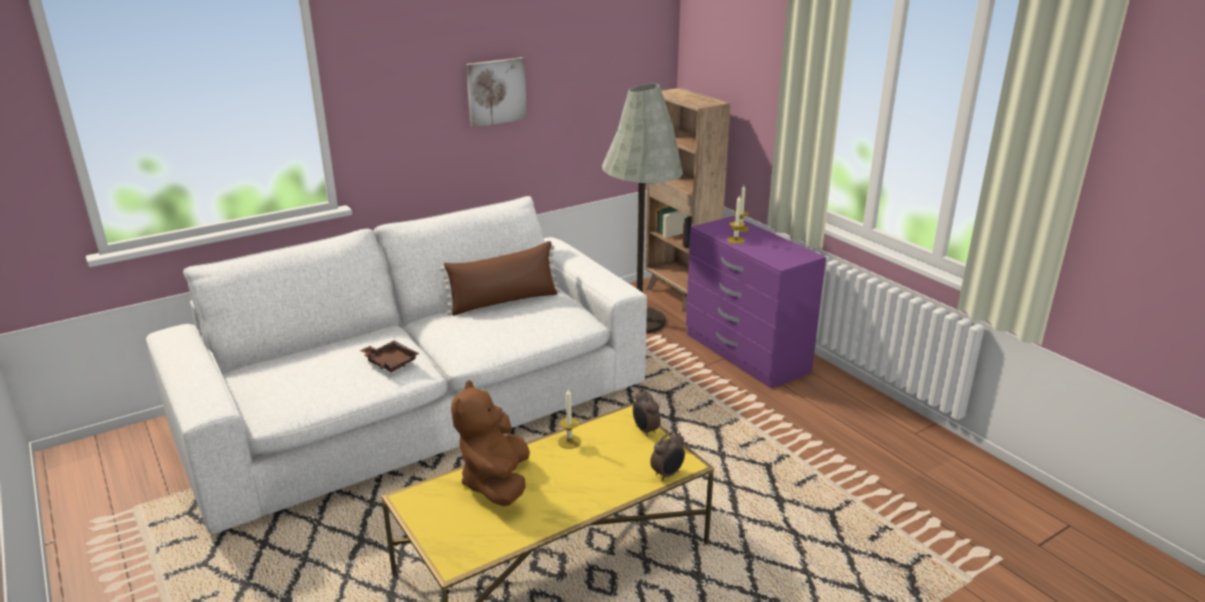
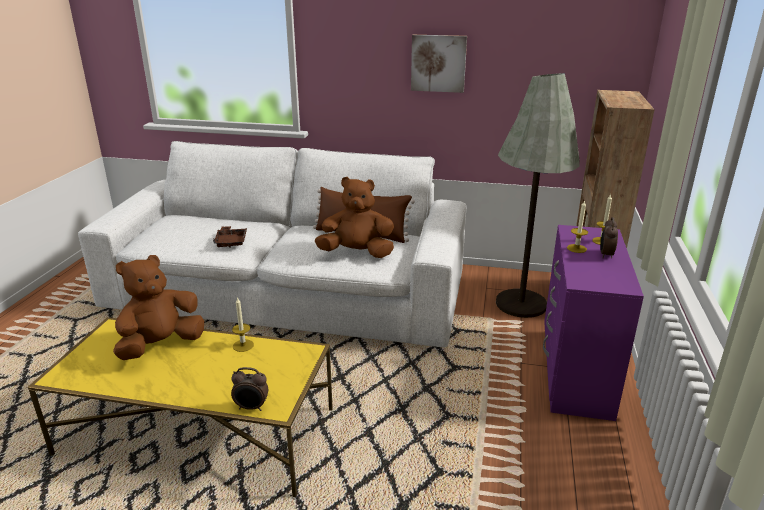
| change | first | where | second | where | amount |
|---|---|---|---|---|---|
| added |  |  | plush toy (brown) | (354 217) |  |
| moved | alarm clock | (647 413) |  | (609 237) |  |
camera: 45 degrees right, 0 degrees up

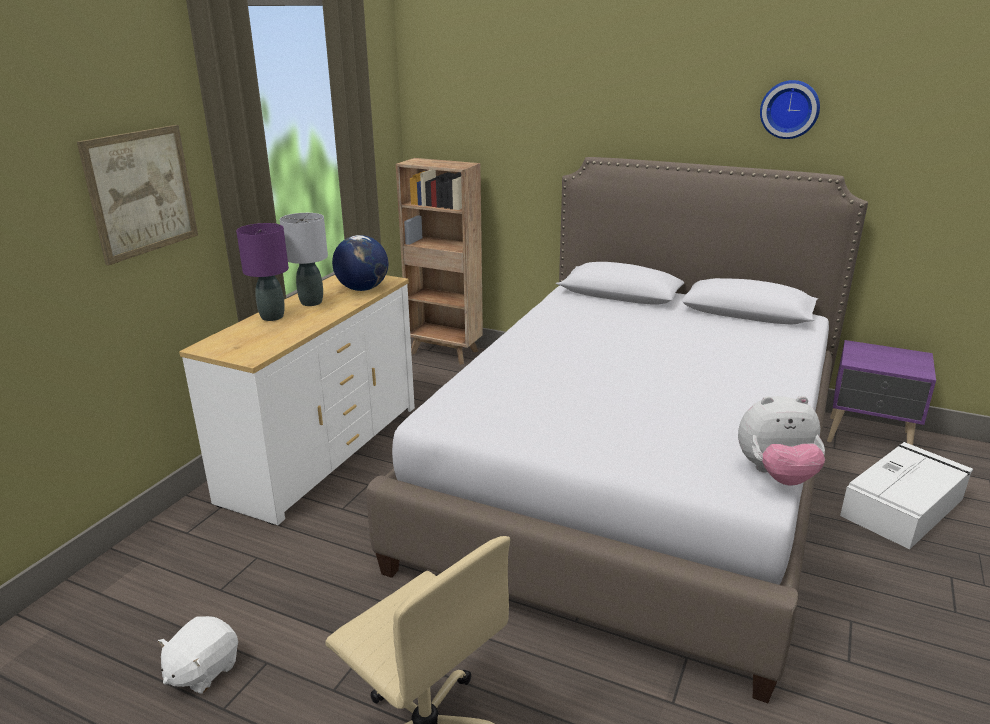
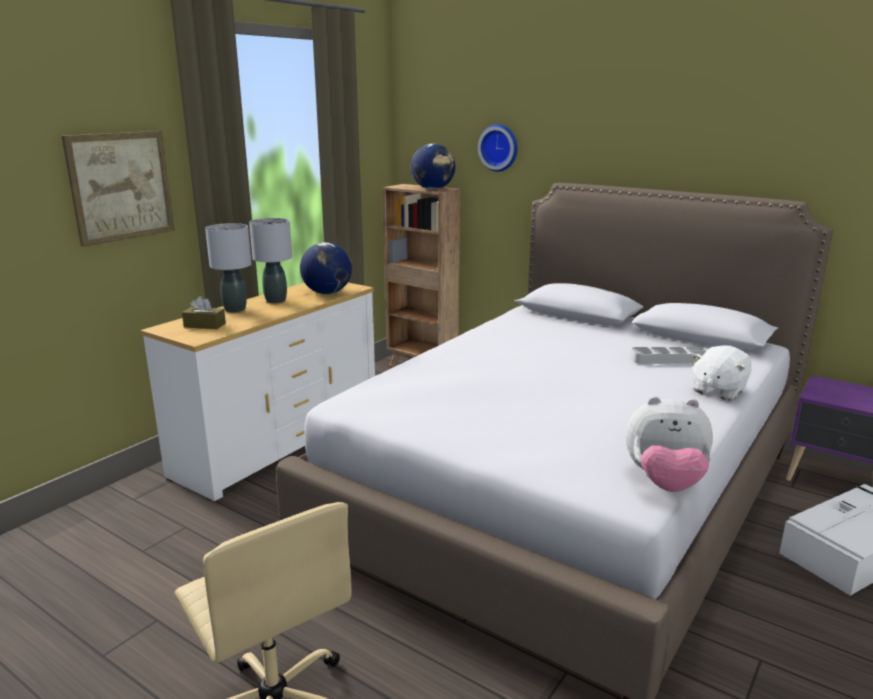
| change | first | where | second | where | amount |
|---|---|---|---|---|---|
| added |  |  | tissue box (brown) | (204 312) |  |
| added |  |  | globe | (433 167) |  |
| added |  |  | tray (grey) | (669 355) |  |
| moved | plush toy (white) | (198 655) |  | (722 373) |  |
| moved | wall clock | (790 109) |  | (498 148) |  |
| recoloured | table lamp (purple) | (262 272) | table lamp (grey) | (228 267) |  |
camera: 10 degrees right, 5 degrees down

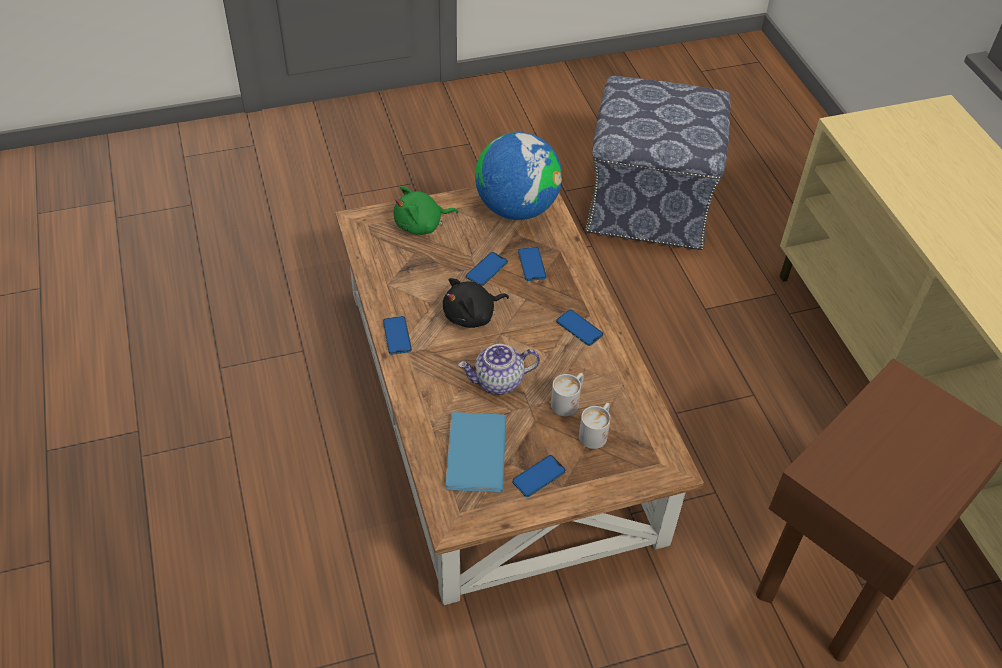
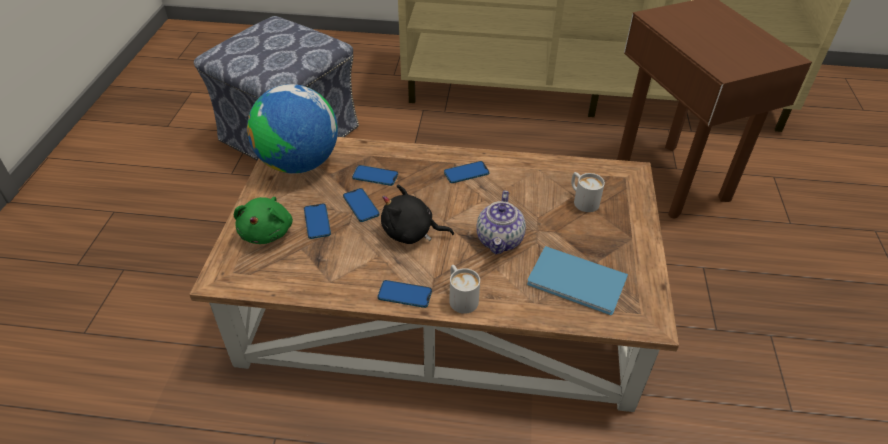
| change | first | where | second | where | amount |
|---|---|---|---|---|---|
| moved | phone | (539 476) |  | (317 221) |  |
| moved | mug (white) | (567 394) |  | (465 289) |  |
| turned | plush toy (black) | (476 303) |  | (417 214) | 105 degrees clockwise |
camera: 65 degrees left, 5 degrees down

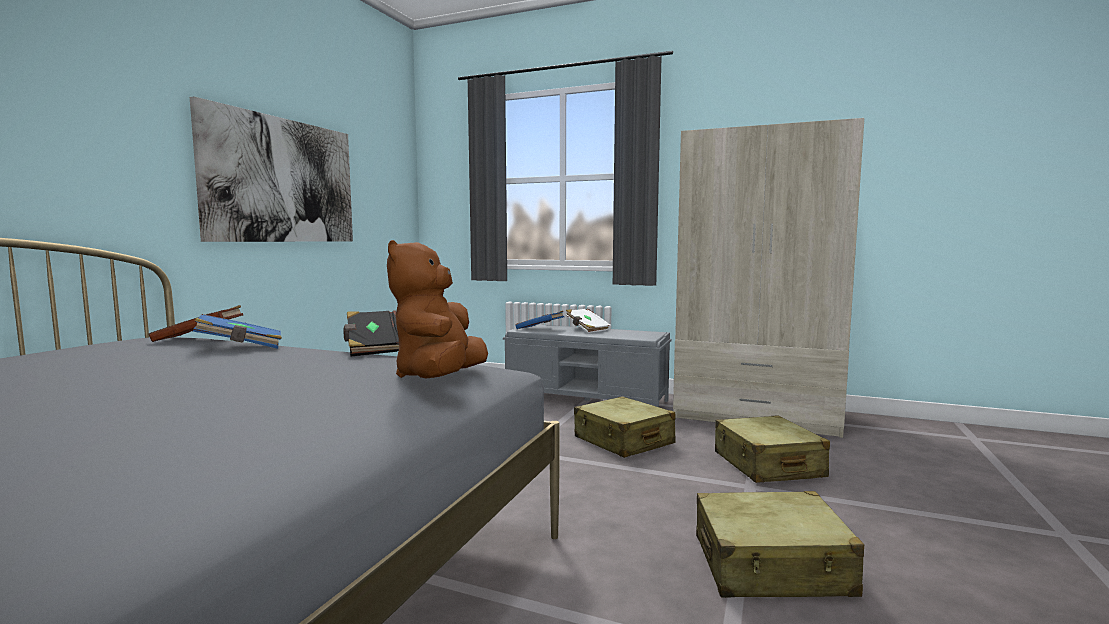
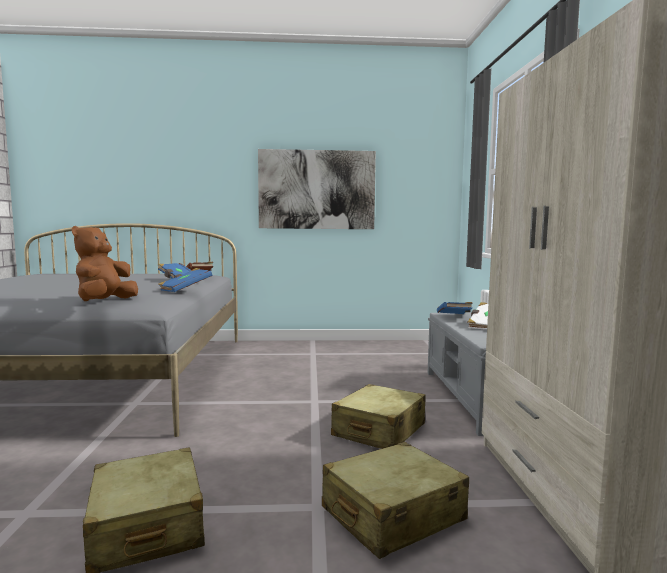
| change | first | where | second | where | amount |
|---|---|---|---|---|---|
| recoloured | book (black) | (371 333) | book (blue) | (185 280) |  |
| turned | plush toy (brown) | (437 309) |  | (105 263) | 60 degrees counterclockwise |
camera: 65 degrees right, 0 degrees up

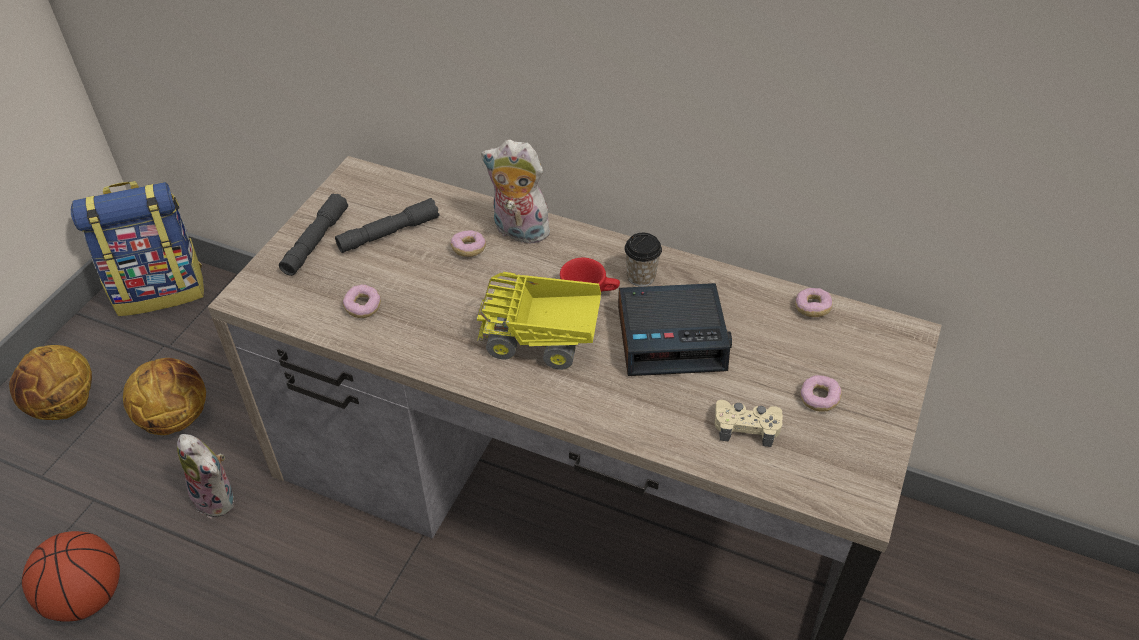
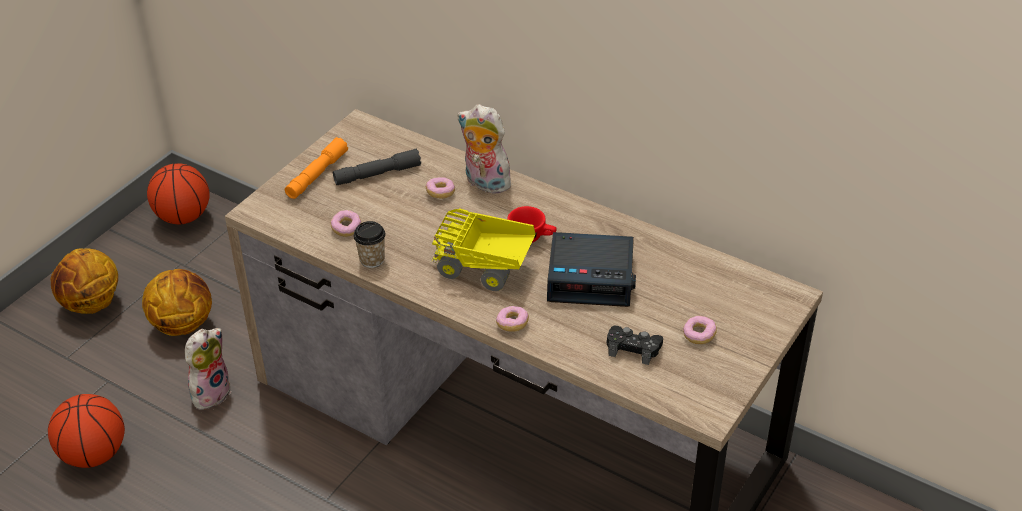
| change | first | where | second | where | amount |
|---|---|---|---|---|---|
| moved | cup | (643 260) |  | (369 244) |  |
| moved | donut | (814 302) |  | (512 319) |  |
| replaced | backpack | (137 248) | basketball | (178 193) |  |
| recoloured | flashlight (grey) | (313 234) | flashlight (orange) | (316 168) |  |
| recoloured | game controller (beige) | (749 423) | game controller (black) | (635 345) |  |
| turned | plush toy | (205 476) |  | (208 369) | 105 degrees counterclockwise |
camera: 10 degrees right, 5 degrees down

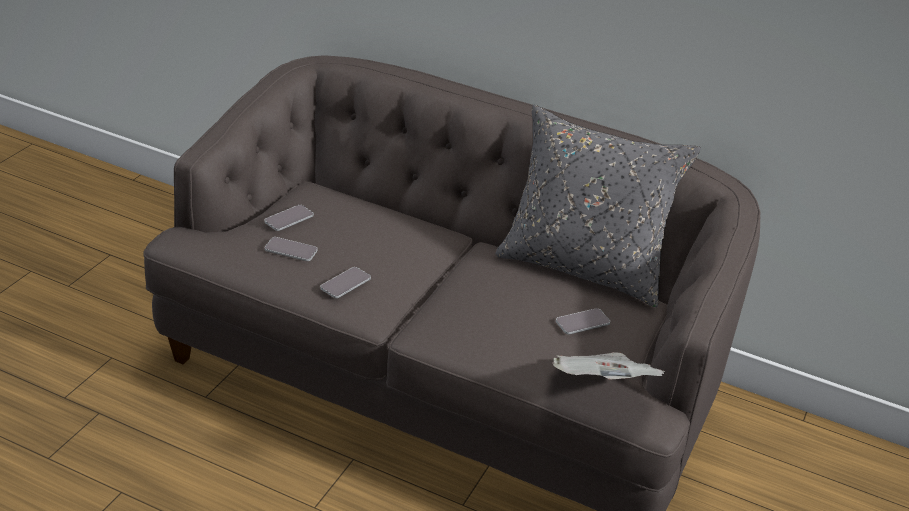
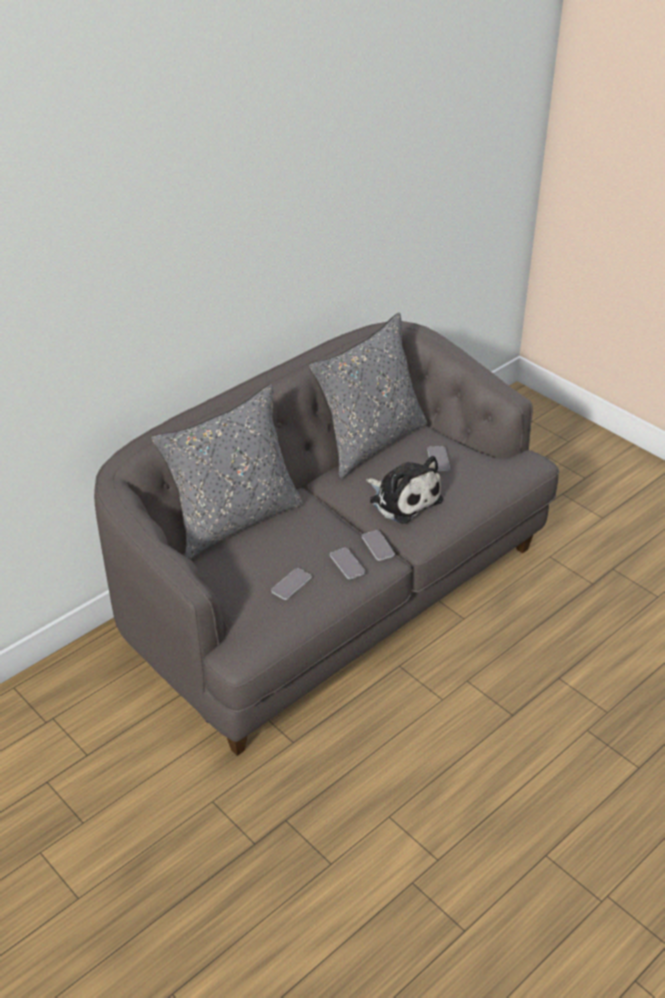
| change | first | where | second | where | amount |
|---|---|---|---|---|---|
| removed | newspaper | (609 365) |  |  |  |
| added |  |  | pillow (grey) | (227 471) |  |
| added |  |  | plush toy | (404 490) |  |
| moved | phone | (289 218) |  | (378 545) |  |
camera: 65 degrees left, 5 degrees up

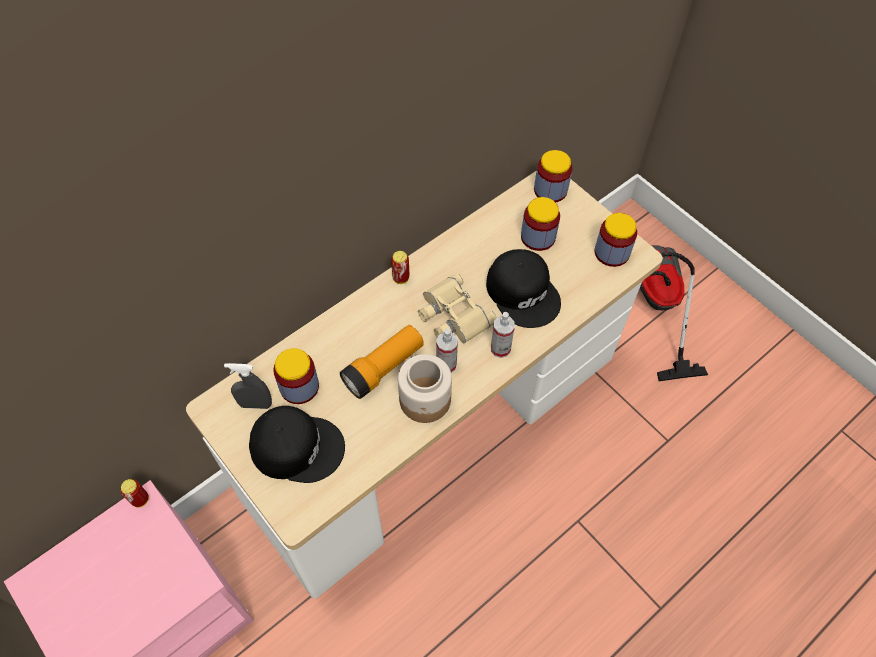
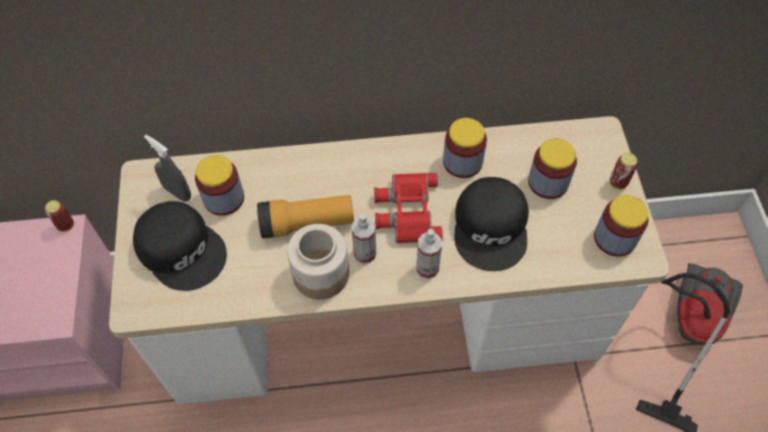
| change | first | where | second | where | amount |
|---|---|---|---|---|---|
| moved | can | (400 267) |  | (623 171) |  |
| moved | jar | (553 176) |  | (465 148) |  |
| recoloured | binoculars (beige) | (457 308) | binoculars (red) | (408 208) |  |
camera: 35 degrees right, 0 degrees up

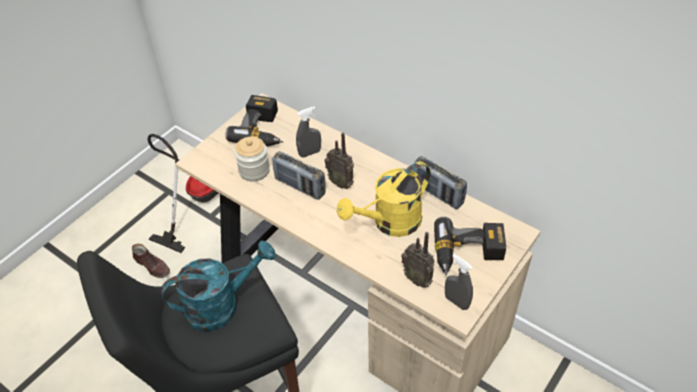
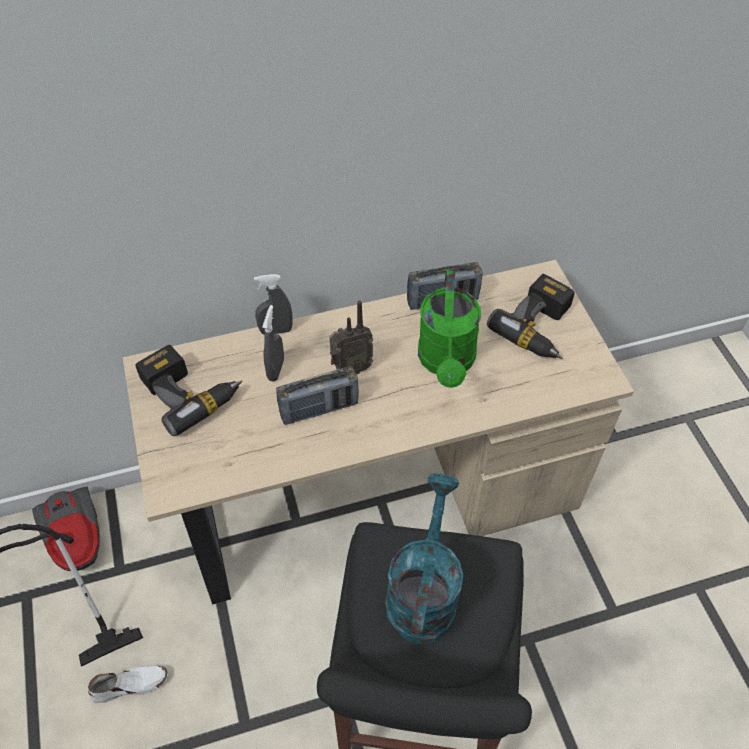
| change | first | where | second | where | amount |
|---|---|---|---|---|---|
| removed | jar | (252 158) |  |  |  |
| removed | radio | (417 260) |  |  |  |
| moved | spray bottle (grey) | (459 282) |  | (273 304) |  |
| recoloured | shoe (brown) | (151 261) | shoe (white) | (128 684) |  |
| recoloured | watering can (yellow) | (384 199) | watering can (green) | (449 329) |  |
camera: 55 degrees left, 5 degrees up

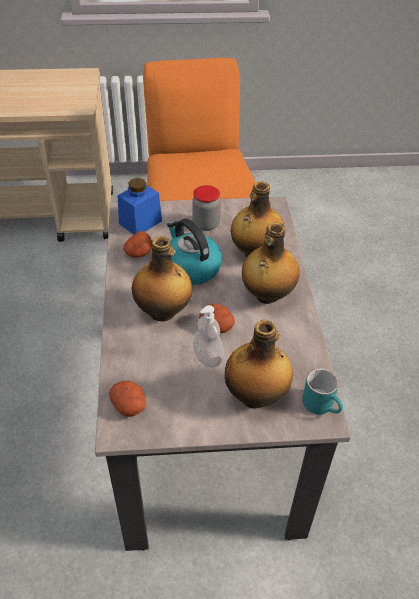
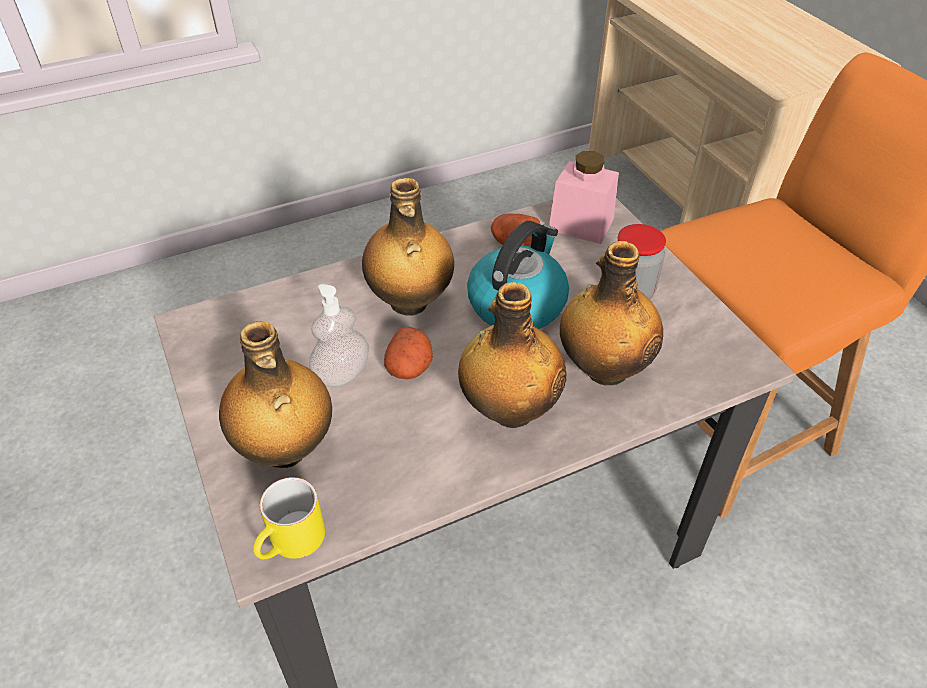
| change | first | where | second | where | amount |
|---|---|---|---|---|---|
| removed | potato | (127 398) |  |  |  |
| recoloured | jar (blue) | (139 206) | jar (pink) | (584 197) |  |
| recoloured | mug (turquoise) | (322 391) | mug (yellow) | (289 518) |  |
camera: 70 degrees right, 0 degrees up

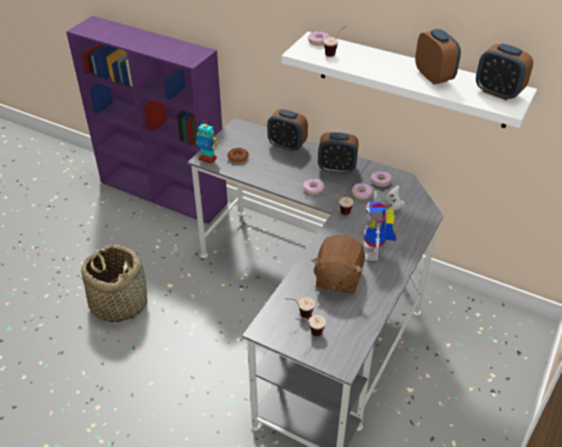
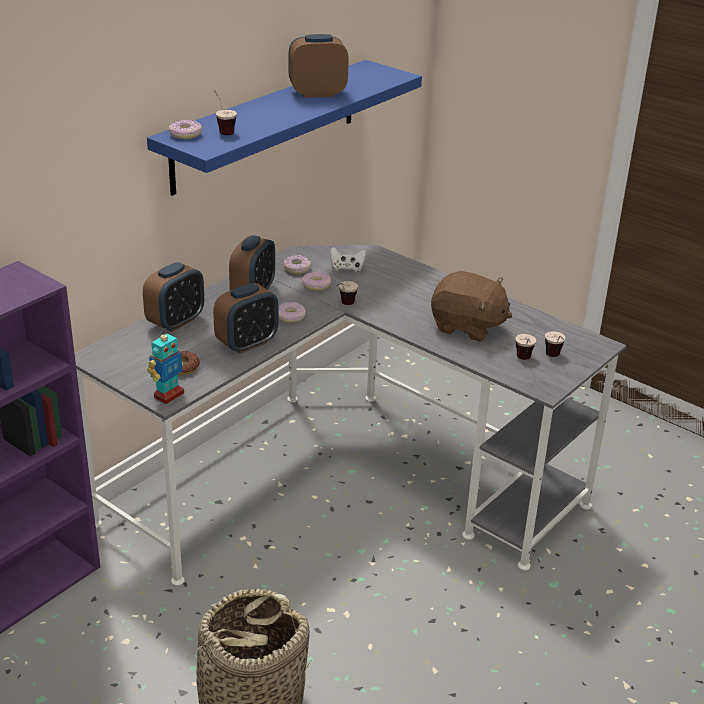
| change | first | where | second | where | amount |
|---|---|---|---|---|---|
| removed | toy robot | (380 226) |  |  |  |
| moved | alarm clock | (504 72) |  | (245 318) |  |
| recoloured | shelf (white) | (409 80) | shelf (blue) | (284 128) |  |
camera: 80 degrees left, 10 degrees down

